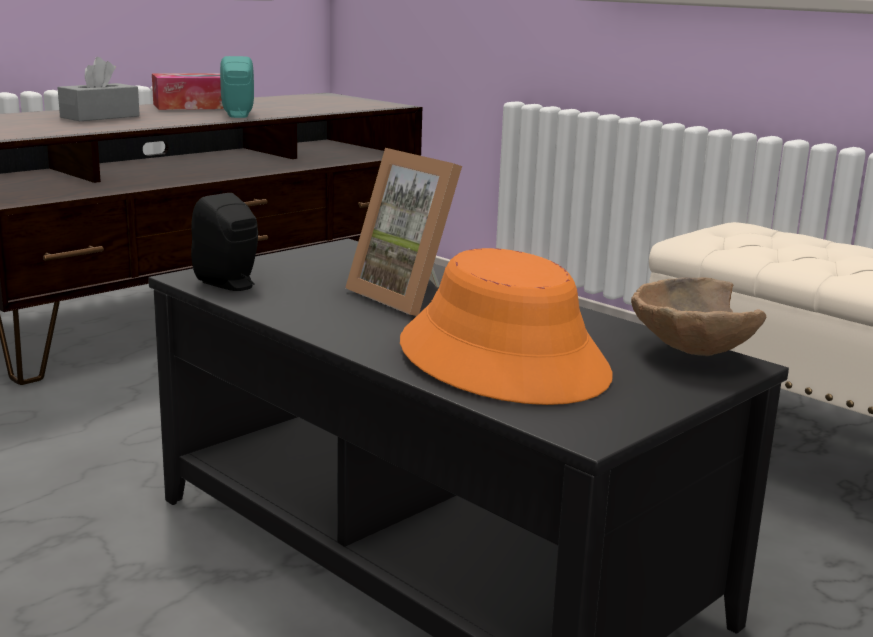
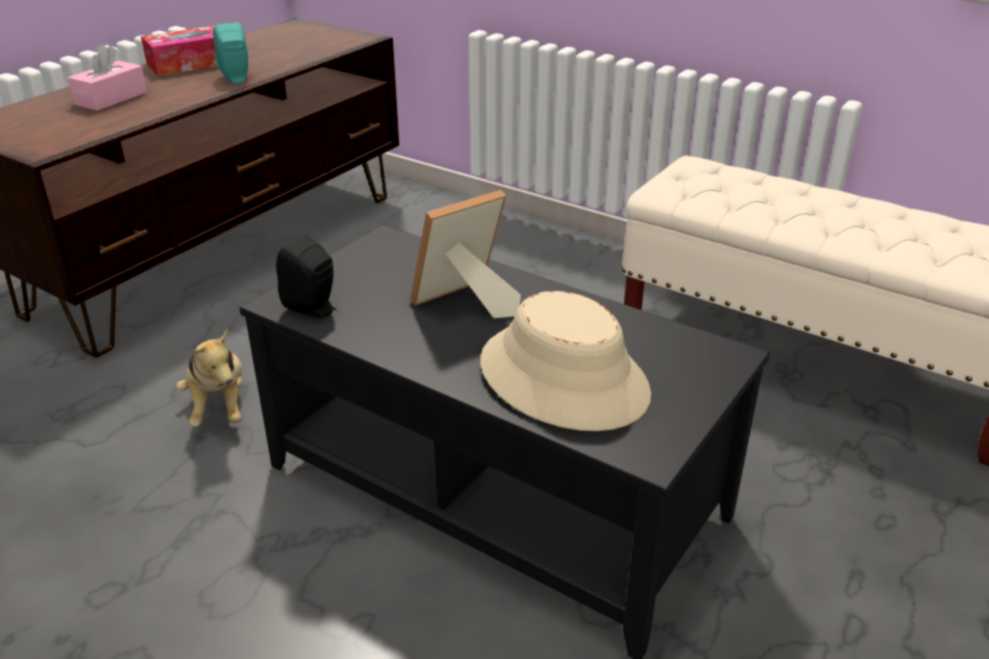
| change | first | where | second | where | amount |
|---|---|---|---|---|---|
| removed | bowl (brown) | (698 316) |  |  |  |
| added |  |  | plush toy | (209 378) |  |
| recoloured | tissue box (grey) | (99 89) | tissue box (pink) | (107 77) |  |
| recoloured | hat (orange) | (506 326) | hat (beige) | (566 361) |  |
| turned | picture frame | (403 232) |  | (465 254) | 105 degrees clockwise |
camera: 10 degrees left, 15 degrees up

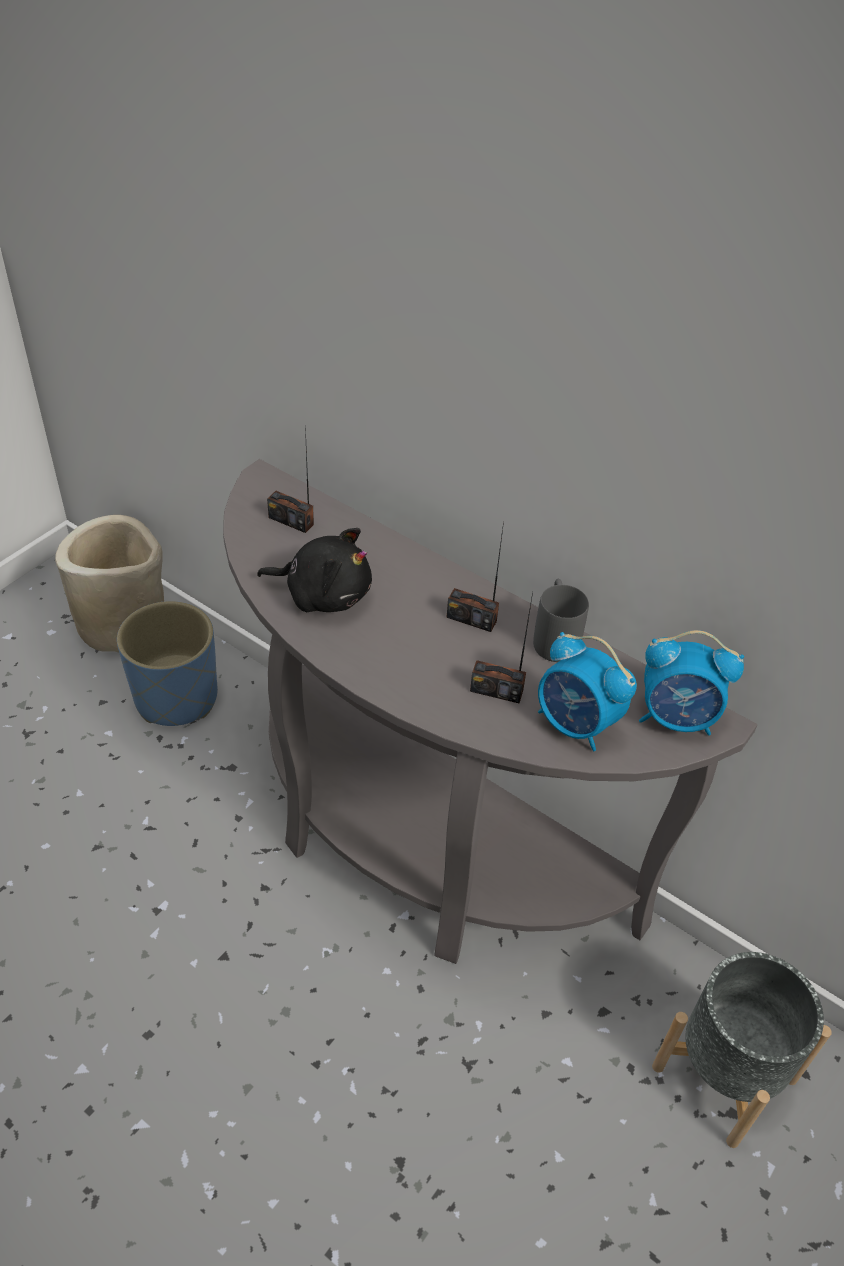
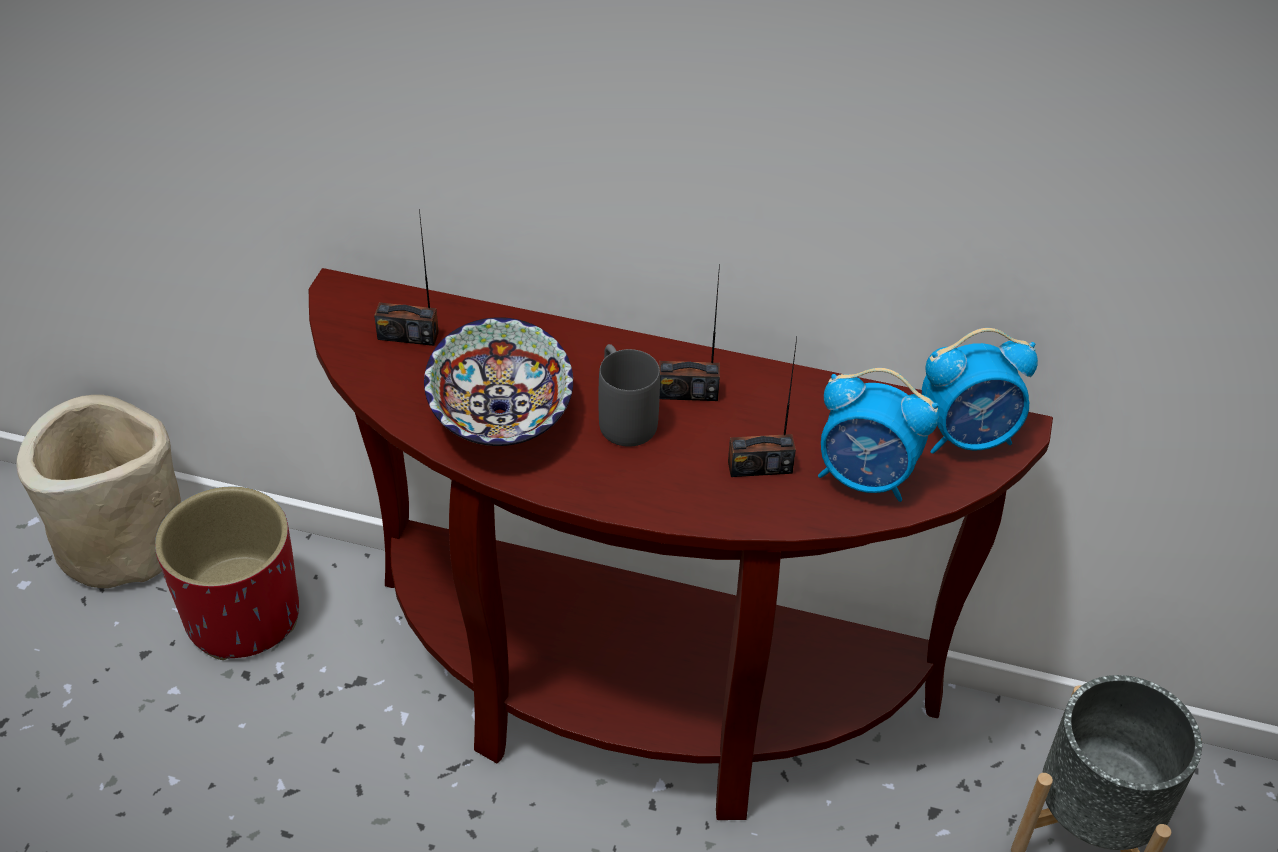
| change | first | where | second | where | amount |
|---|---|---|---|---|---|
| moved | mug (grey) | (561 620) |  | (629 395) |  |
| replaced | plush toy (black) | (314 570) | bowl | (498 381) |  |
| recoloured | planter (blue) | (167 663) | planter (red) | (227 573) |  |
| recoloured | console table (grey) | (490 711) | console table (brown) | (681 544) |  |
camera: 20 degrees left, 0 degrees up

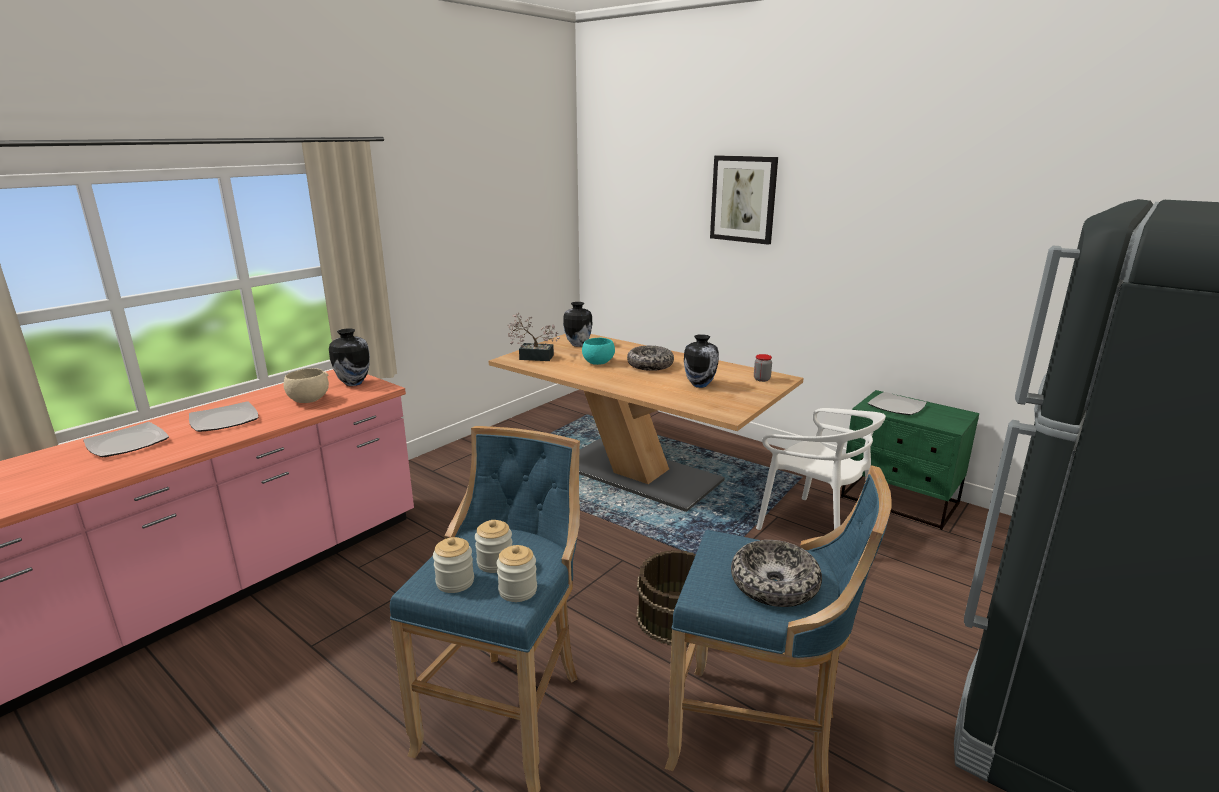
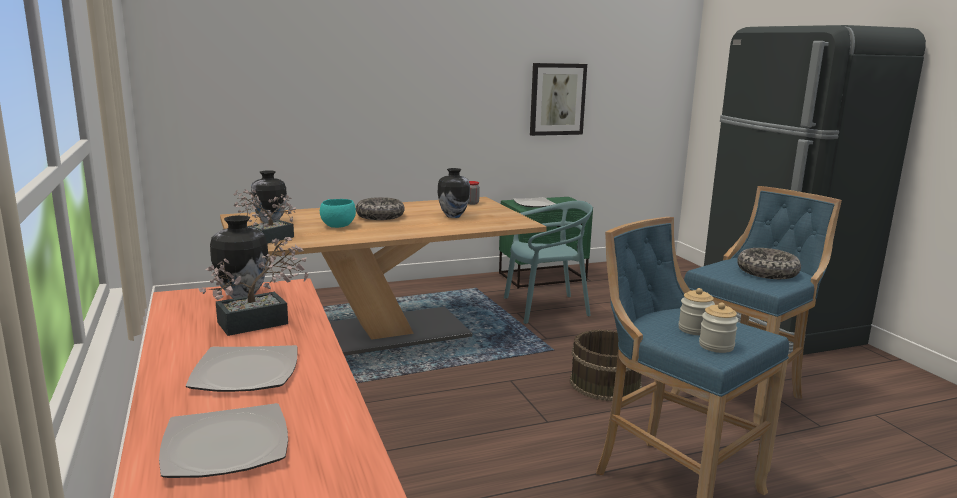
| change | first | where | second | where | amount |
|---|---|---|---|---|---|
| removed | jar | (516 573) |  |  |  |
| moved | picture | (744 200) |  | (558 99) |  |
| replaced | bowl (beige) | (306 385) | potted plant | (253 286) |  |
| recoloured | chair (white) | (821 469) | chair (turquoise) | (548 262) |  |
camera: 60 degrees left, 5 degrees down

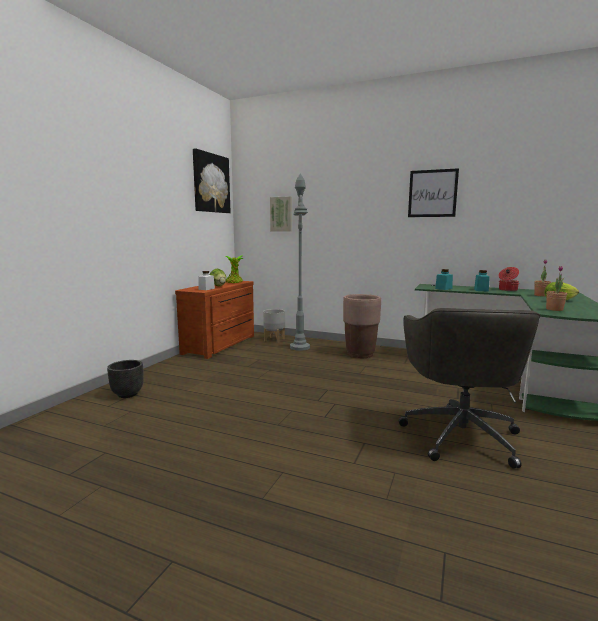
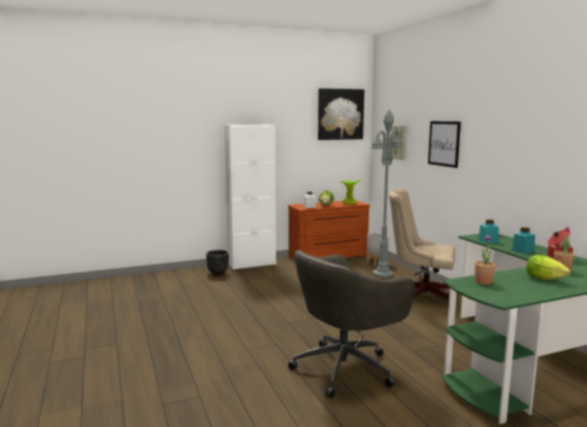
| change | first | where | second | where | amount |
|---|---|---|---|---|---|
| added |  |  | cabinet (white) | (250 197) |  |
| moved | picture | (433 192) |  | (444 144) |  |
| replaced | planter (brown) | (362 326) | office chair (beige) | (421 247) |  |
camera: 45 degrees right, 0 degrees up

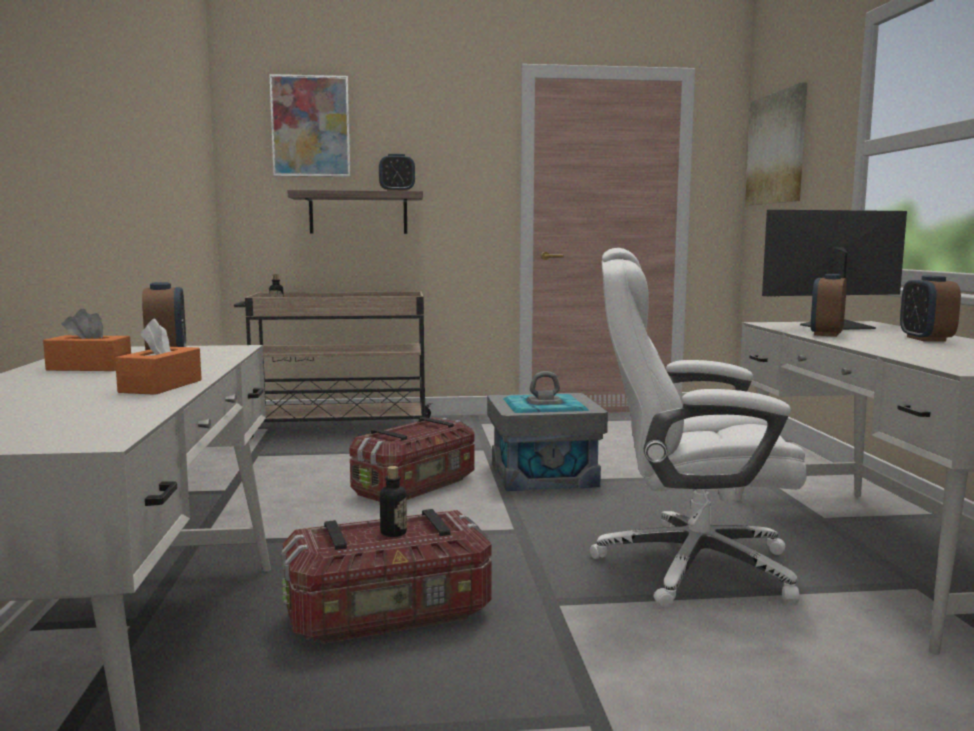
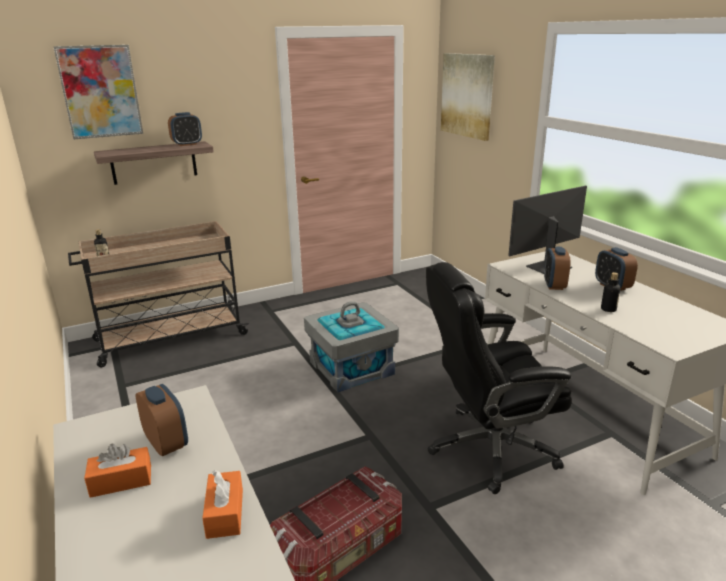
| change | first | where | second | where | amount |
|---|---|---|---|---|---|
| removed | storage box | (412 459) |  |  |  |
| moved | bottle | (393 501) |  | (611 292) |  |
| recoloured | office chair (white) | (698 428) | office chair (black) | (499 378) |  |
camera: 20 degrees left, 15 degrees up

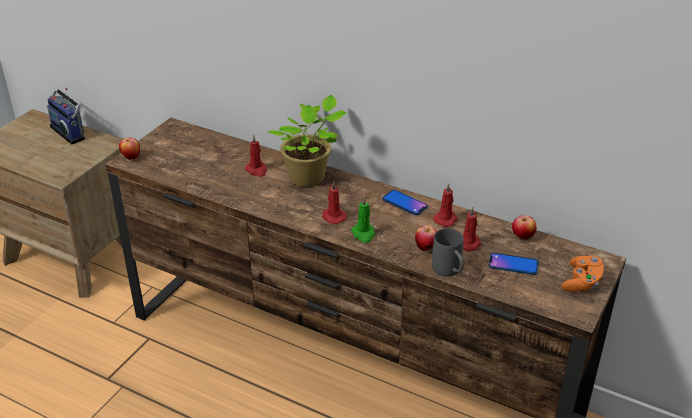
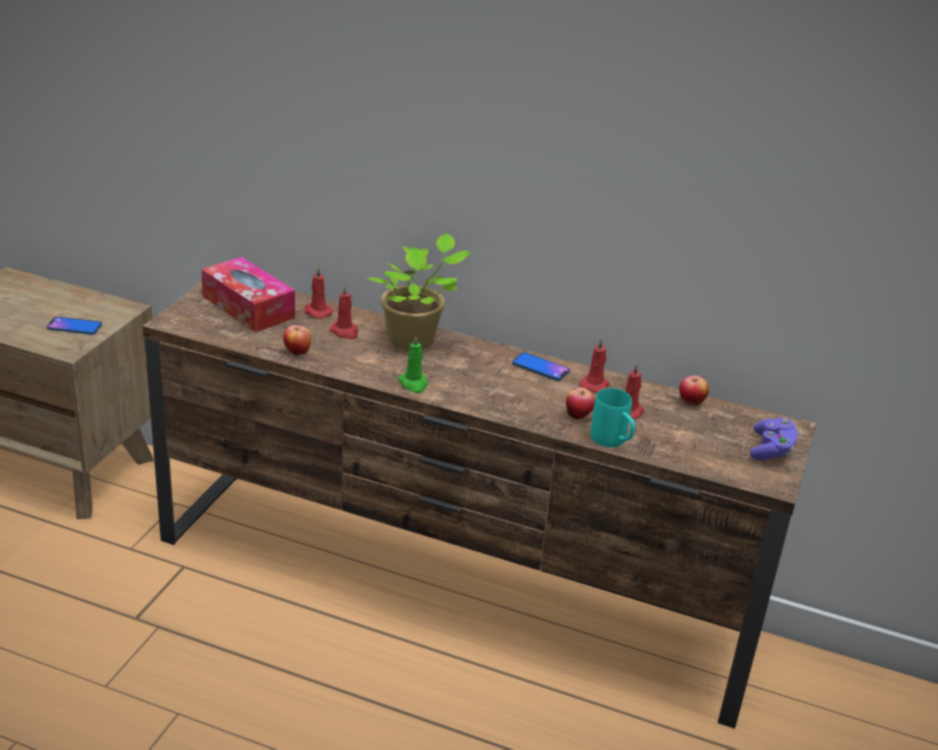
| change | first | where | second | where | amount |
|---|---|---|---|---|---|
| removed | radio | (66 116) |  |  |  |
| added |  |  | tissue box | (248 294) |  |
| moved | apple | (129 148) |  | (297 340) |  |
| moved | candle (red) | (334 202) |  | (318 292) |  |
| moved | candle (green) | (363 220) |  | (413 364) |  |
| moved | phone | (513 264) |  | (74 326) |  |
| recoloured | mug (grey) | (448 252) | mug (turquoise) | (613 417) |  |
| recoloured | game controller (orange) | (583 273) | game controller (purple) | (774 439) |  |
camera: 10 degrees left, 5 degrees down

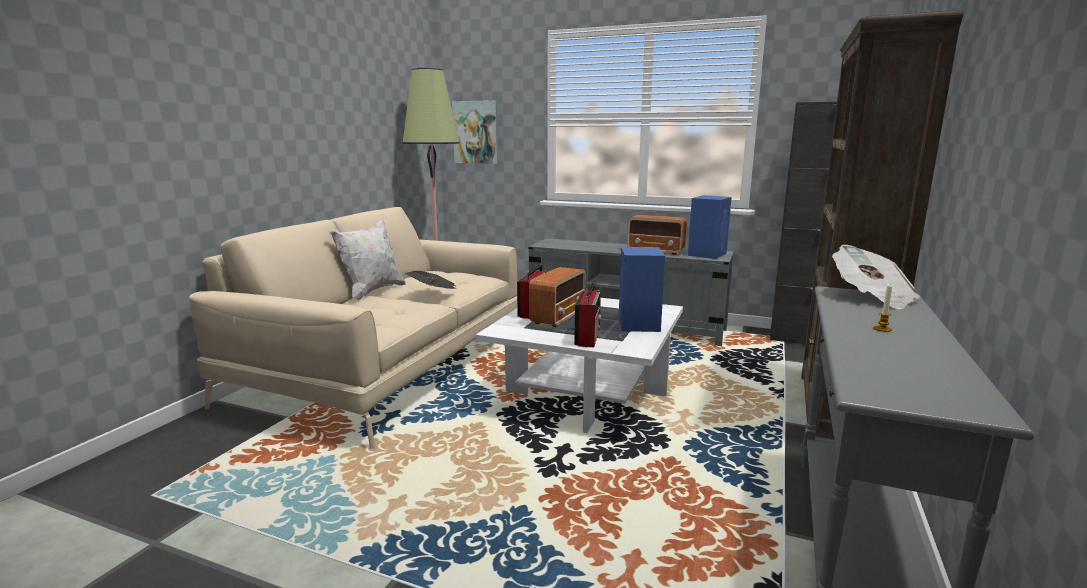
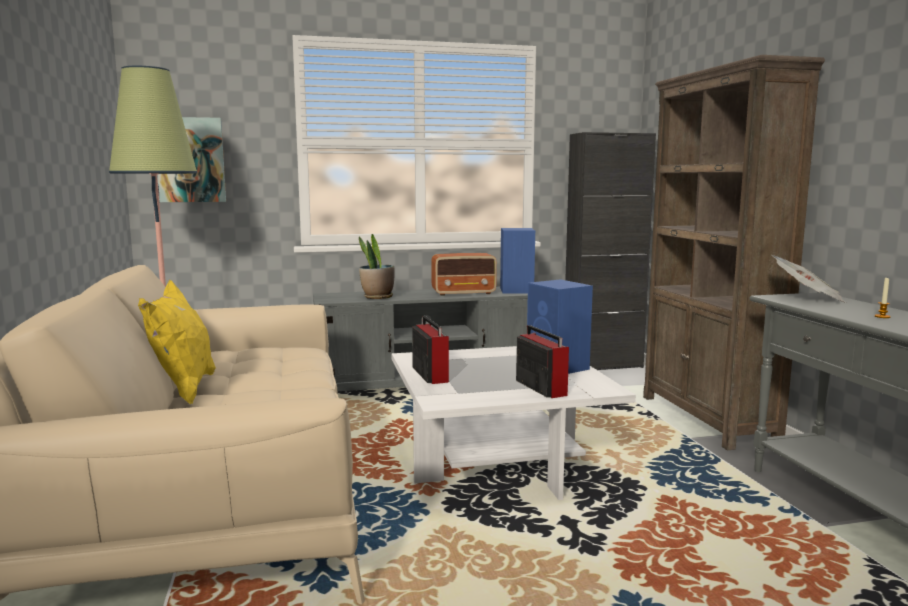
| change | first | where | second | where | amount |
|---|---|---|---|---|---|
| removed | newspaper | (430 280) |  |  |  |
| removed | radio | (557 297) |  |  |  |
| added |  |  | potted plant | (376 266) |  |
| recoloured | pillow (white) | (367 259) | pillow (yellow) | (177 342) |  |
camera: 35 degrees left, 5 degrees down

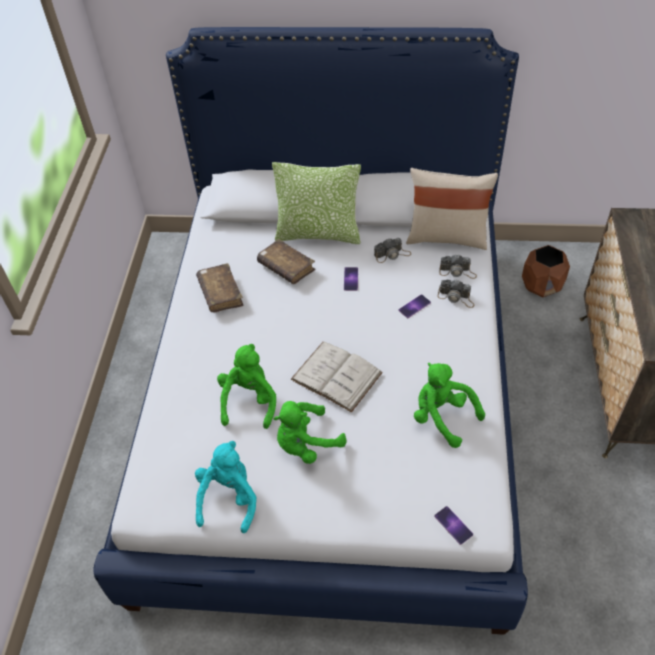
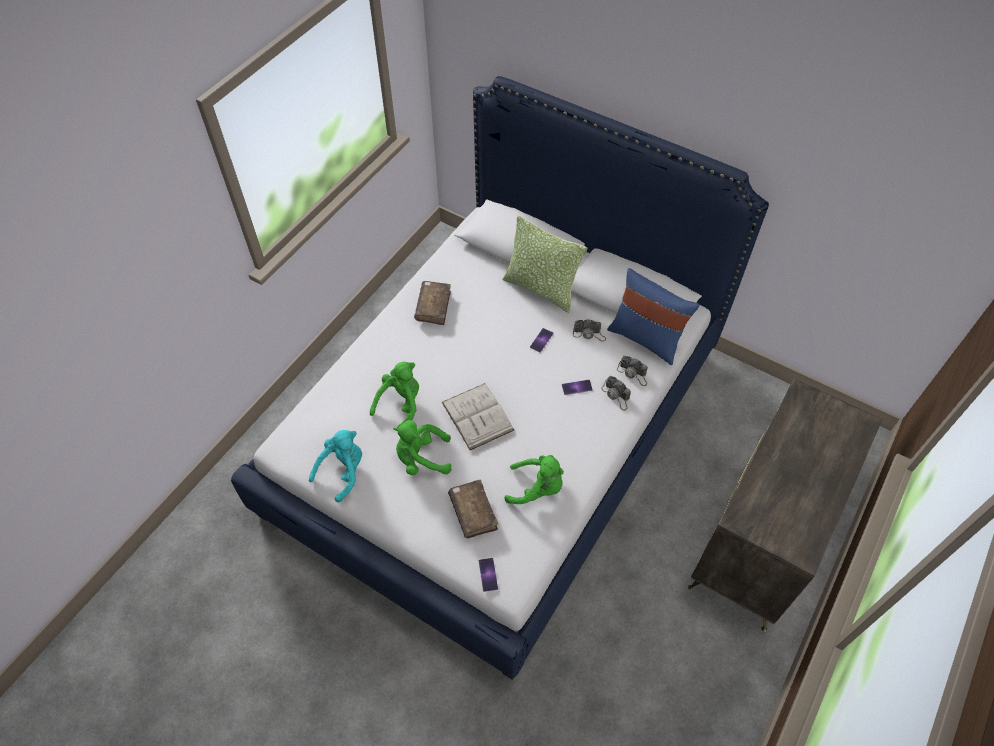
| change | first | where | second | where | amount |
|---|---|---|---|---|---|
| removed | planter (brown) | (546 271) |  |  |  |
| moved | book (brown) | (286 261) |  | (473 509) |  |
| recoloured | pillow (beige) | (452 209) | pillow (blue) | (653 316) |  |
| turned | plush toy (green) | (449 405) |  | (534 479) | 120 degrees clockwise |
camera: 25 degrees right, 5 degrees up

